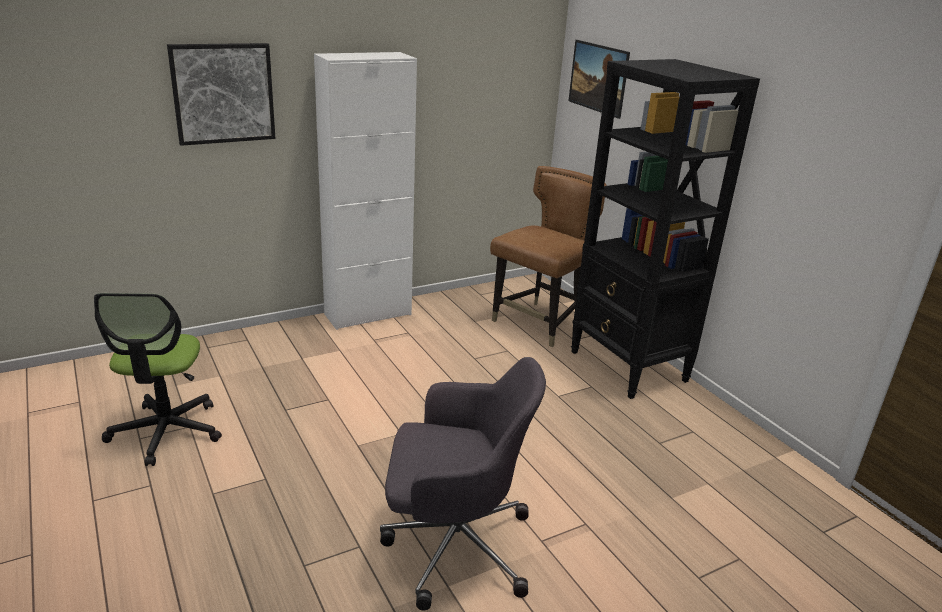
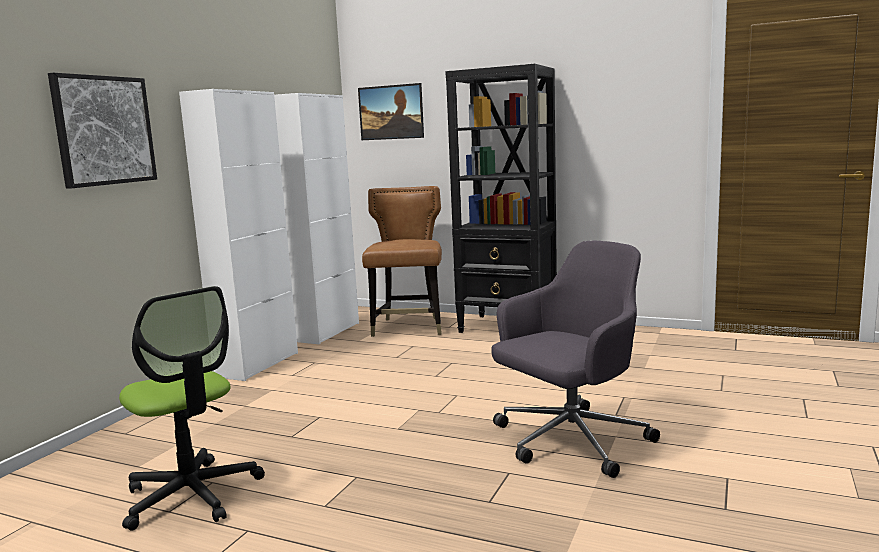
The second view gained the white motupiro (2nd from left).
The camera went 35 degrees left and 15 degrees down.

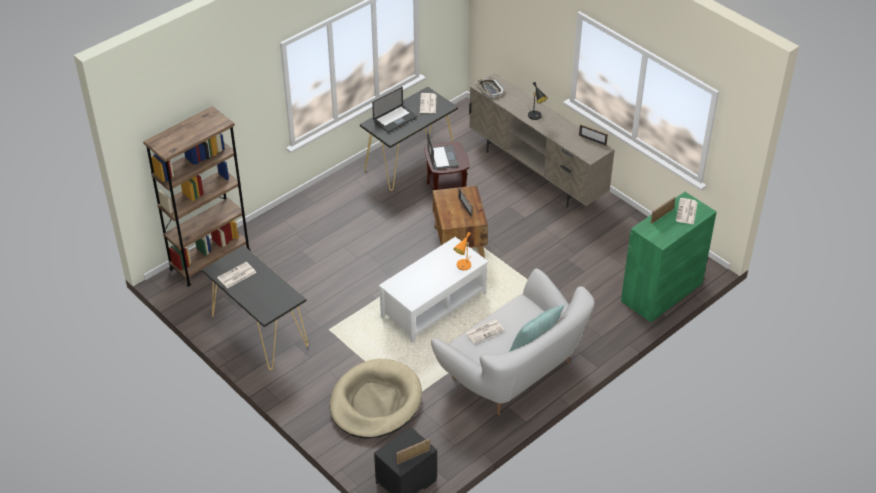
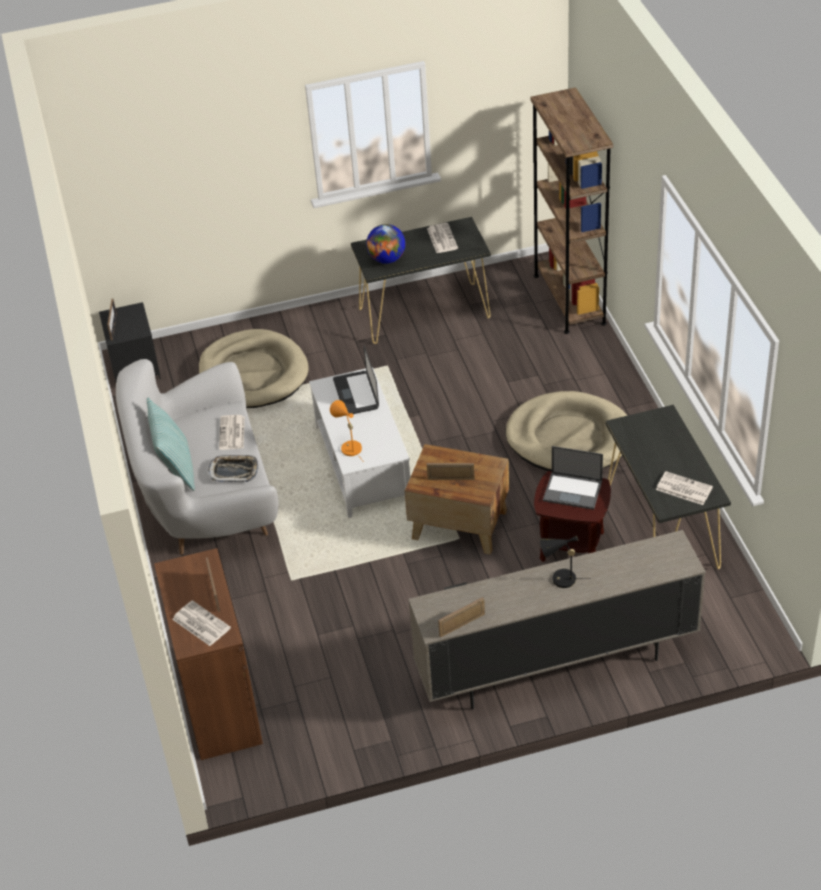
The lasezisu (1st from left) ended up elsewhere.
The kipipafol ended up elsewhere.
What was the green motupiro turned into the brown motupiro.
The second view gained the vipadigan.
The second view gained the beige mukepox (2nd from left).
The camera went 120 degrees right and 0 degrees up.

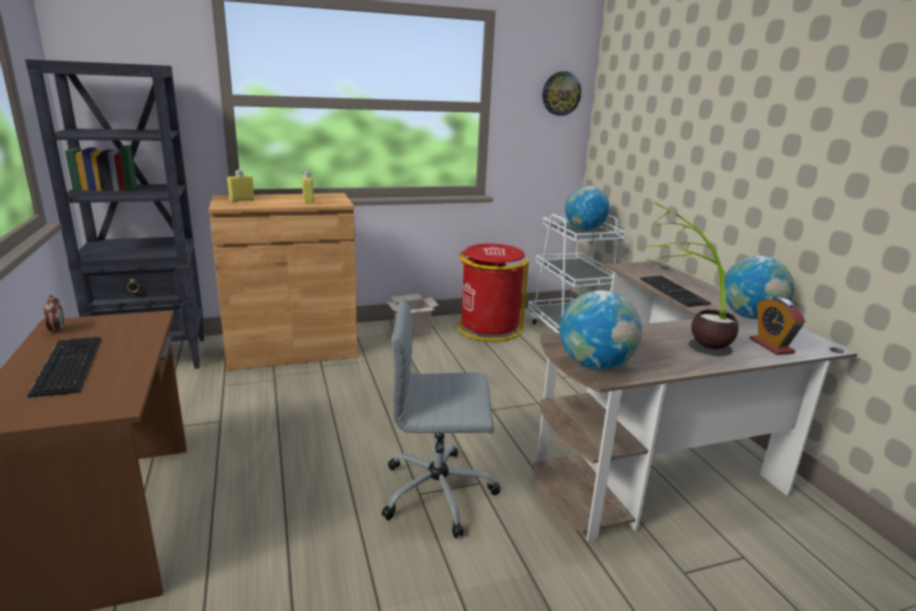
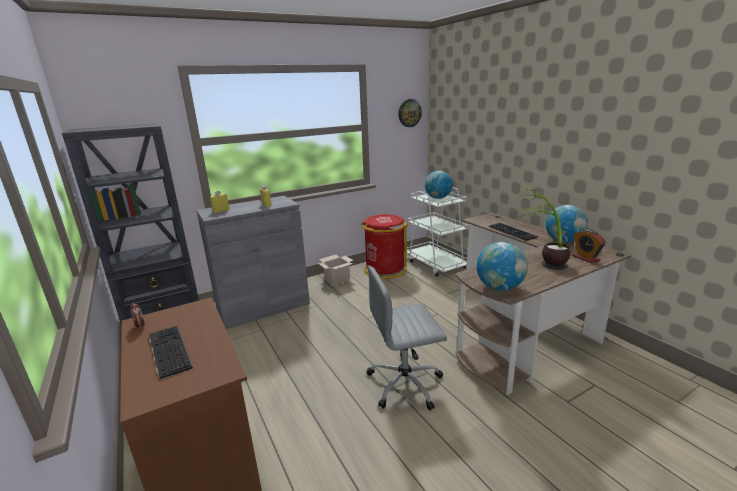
What was the brown motupiro turned into the grey motupiro.
The camera went 10 degrees left and 0 degrees up.

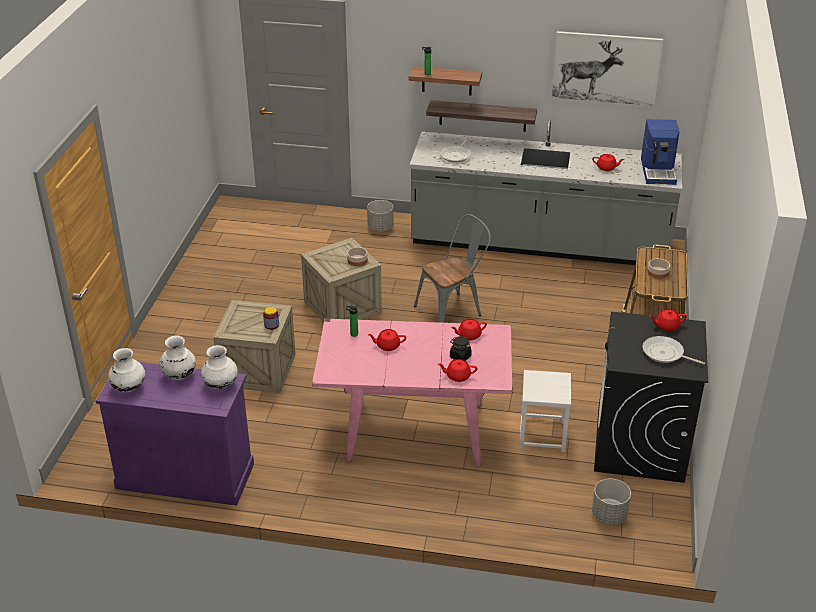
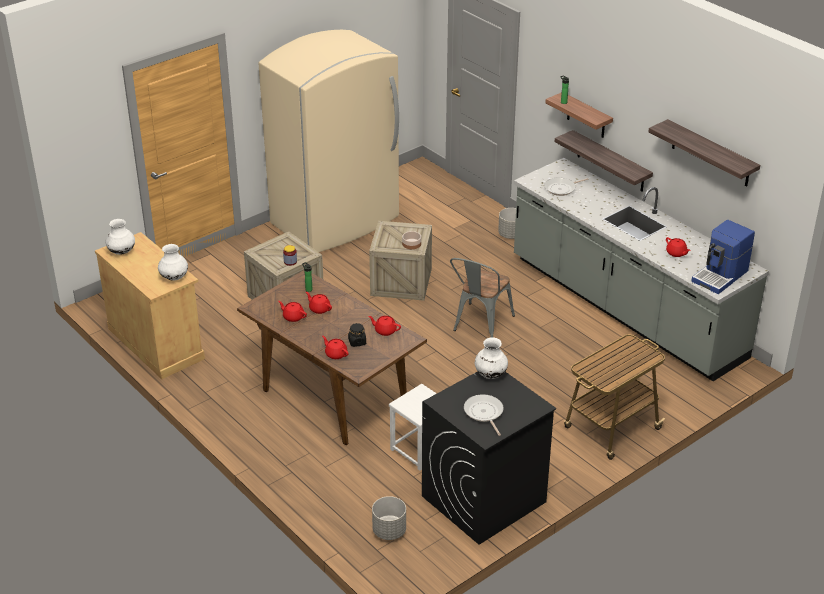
What was the purple motupiro turned into the beige motupiro.
The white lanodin (2nd from left in the first image) ended up elsewhere.
What was the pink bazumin turned into the brown bazumin.
The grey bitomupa ended up facing another way, 105 degrees clockwise from before.
Where the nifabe hung, the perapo (3rd from left) came to hang.
The second view lost the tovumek (2nd from left).
The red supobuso (5th from left in the first image) ended up elsewhere.
The second view gained the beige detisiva.
The camera went 40 degrees right and 0 degrees up.

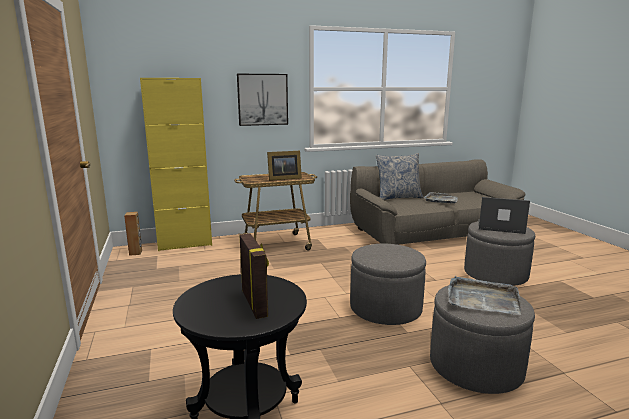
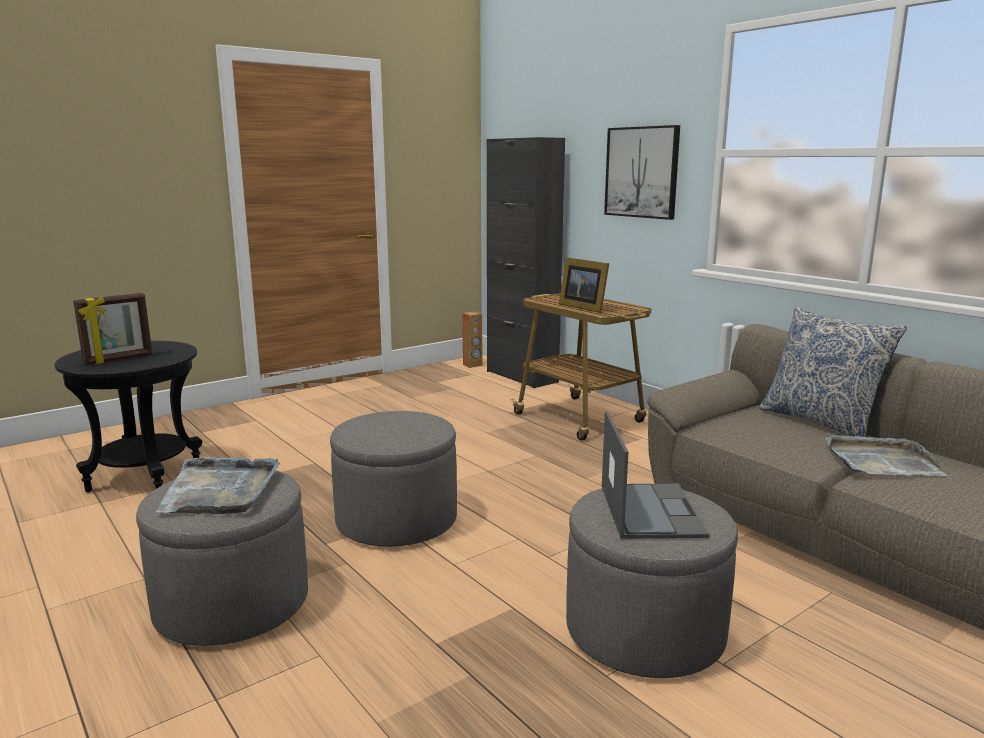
What was the yellow motupiro turned into the black motupiro.
The camera went 70 degrees right and 0 degrees up.

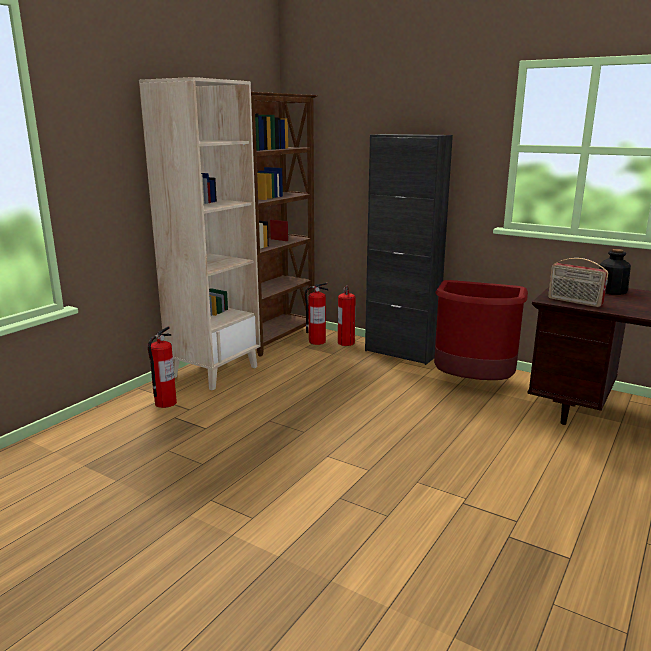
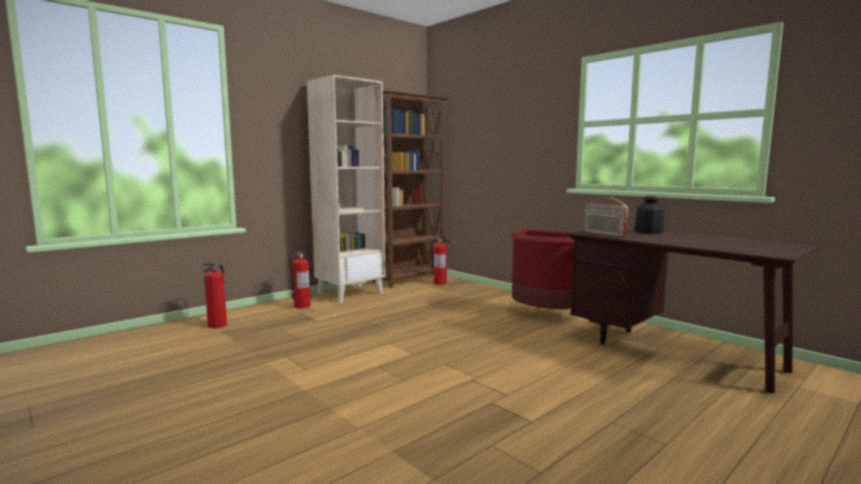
The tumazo (3rd from left in the first image) ended up elsewhere.
The second view lost the black motupiro.
The camera went 15 degrees right and 10 degrees down.

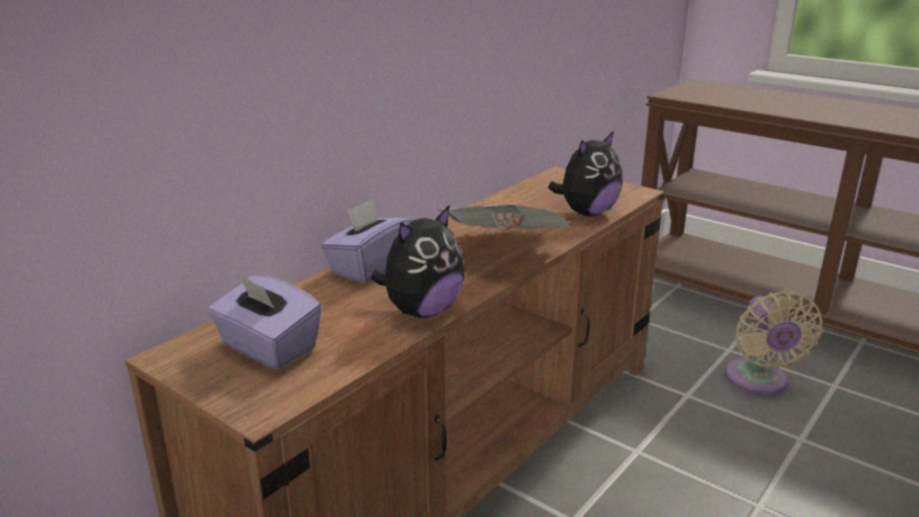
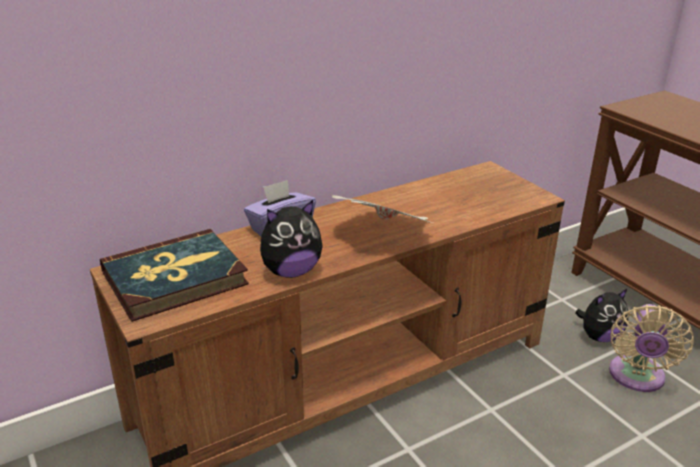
Where the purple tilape (1st from left) stood, the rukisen came to stand.
The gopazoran (2nd from left) ended up elsewhere.
The camera went 20 degrees right and 5 degrees up.

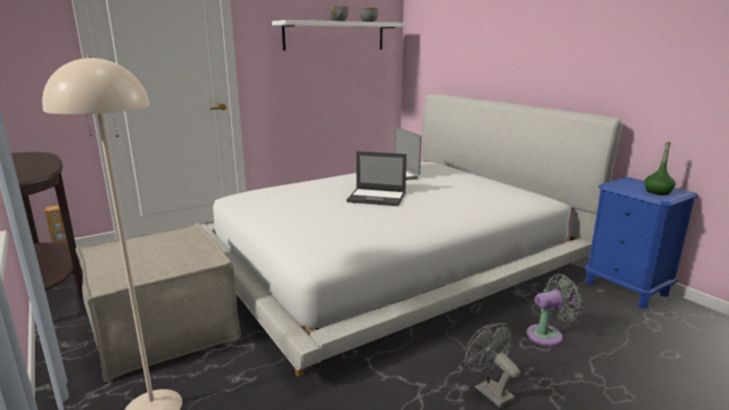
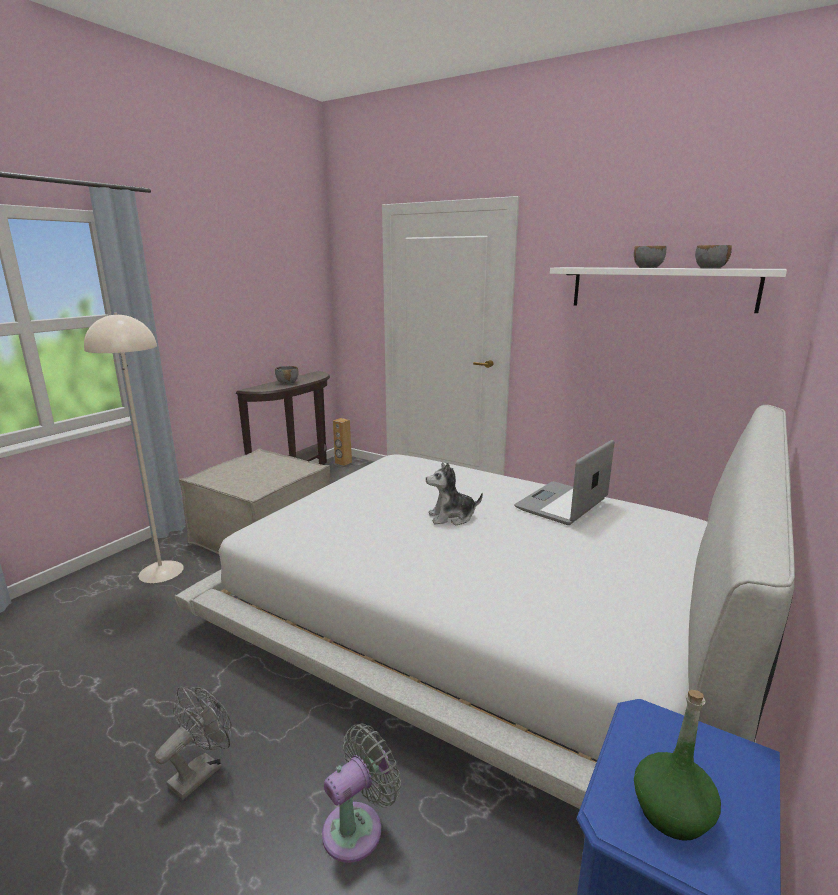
Where the lasezisu (1st from left) stood, the gopazoran came to stand.
The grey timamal (2nd from left) ended up facing another way, 90 degrees counterclockwise from before.
The second view gained the grey tovumek (1st from left).
The camera went 65 degrees right and 0 degrees up.

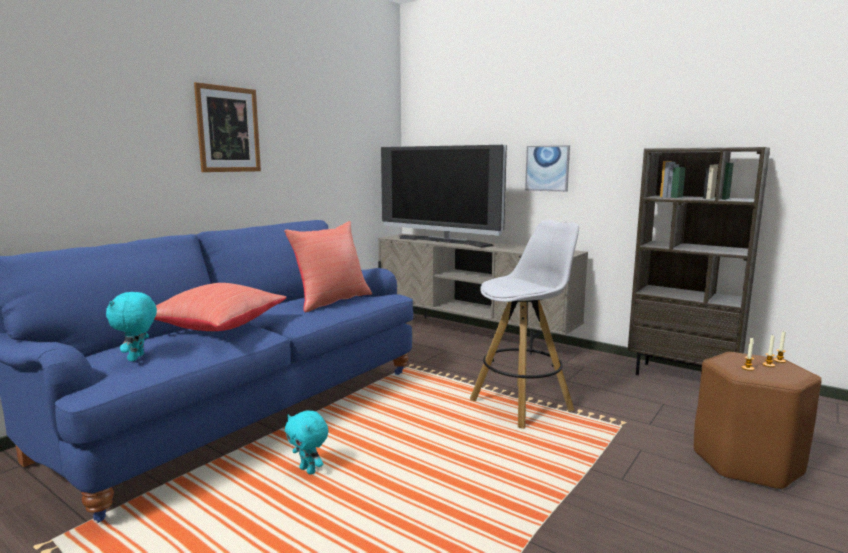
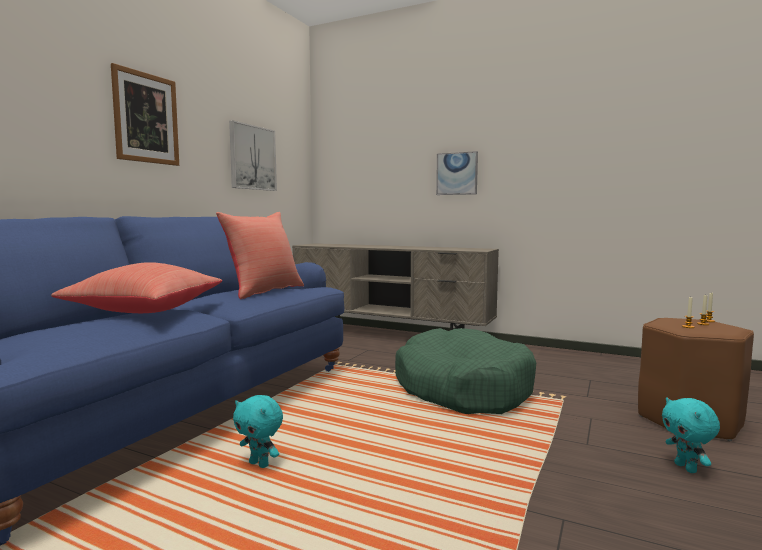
The turquoise gopazoran (1st from left in the first image) ended up elsewhere.
The second view lost the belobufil.
Where the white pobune stood, the green mukepox came to stand.
The second view lost the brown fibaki.
The second view gained the nifabe (2nd from left).
The camera went 10 degrees left and 5 degrees down.

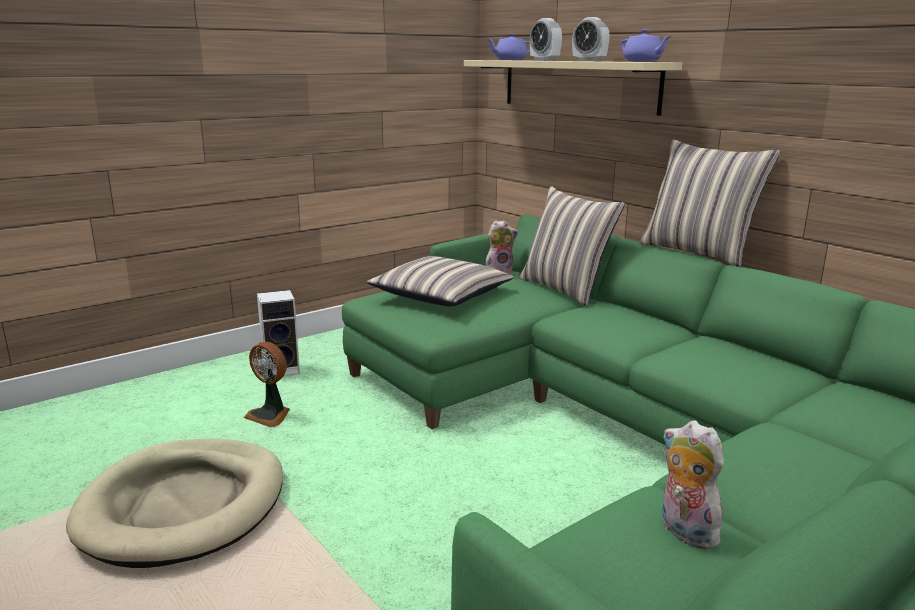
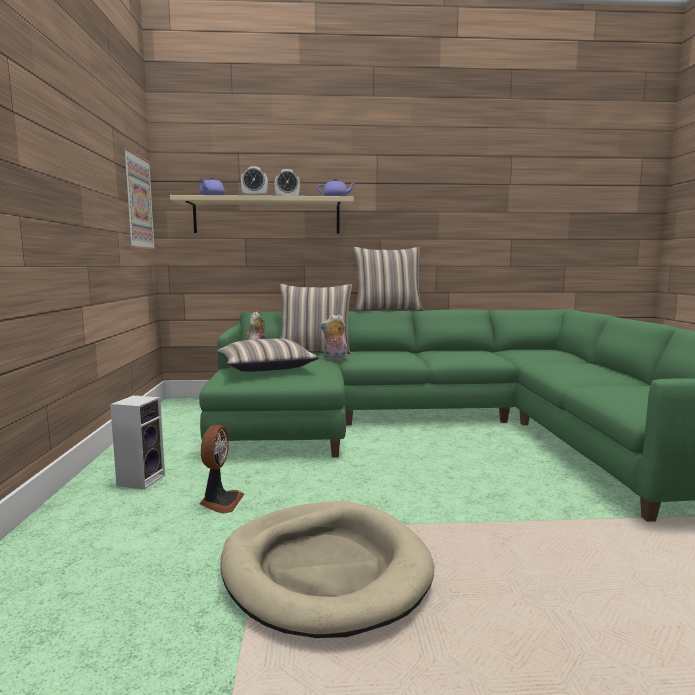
The timamal ended up facing another way, 60 degrees counterclockwise from before.
The gopazoran (2nd from left) ended up elsewhere.
The second view gained the nifabe.
The camera went 55 degrees left and 10 degrees down.

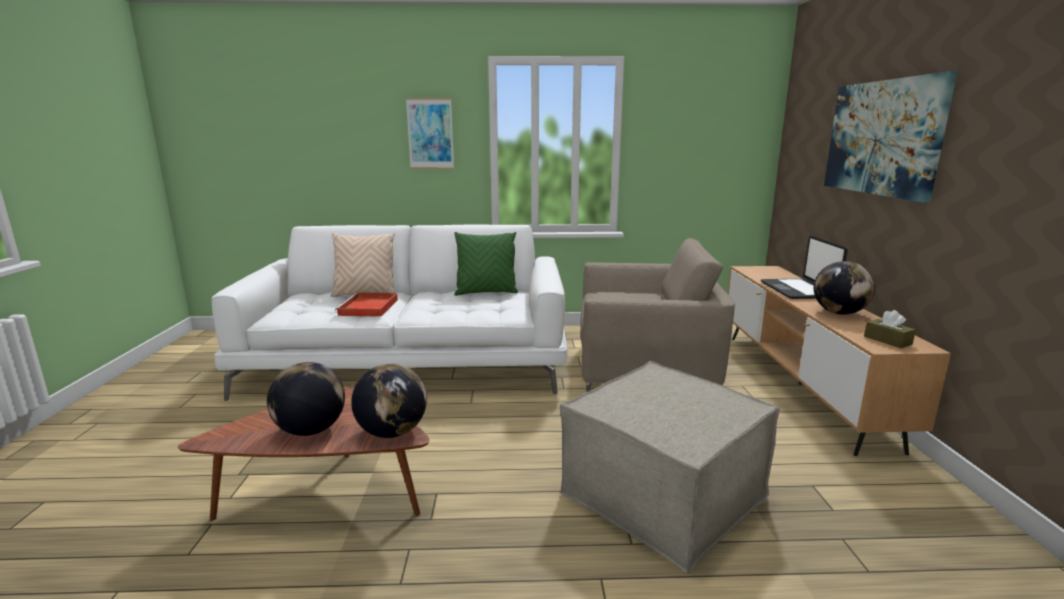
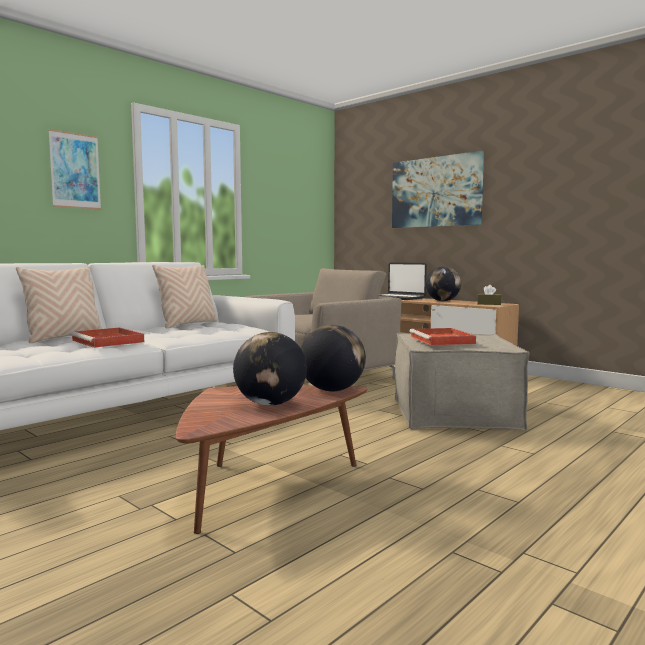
What was the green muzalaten turned into the beige muzalaten (2nd from left).
The second view gained the red kipipafol (2nd from left).
The camera went 45 degrees left and 10 degrees down.

